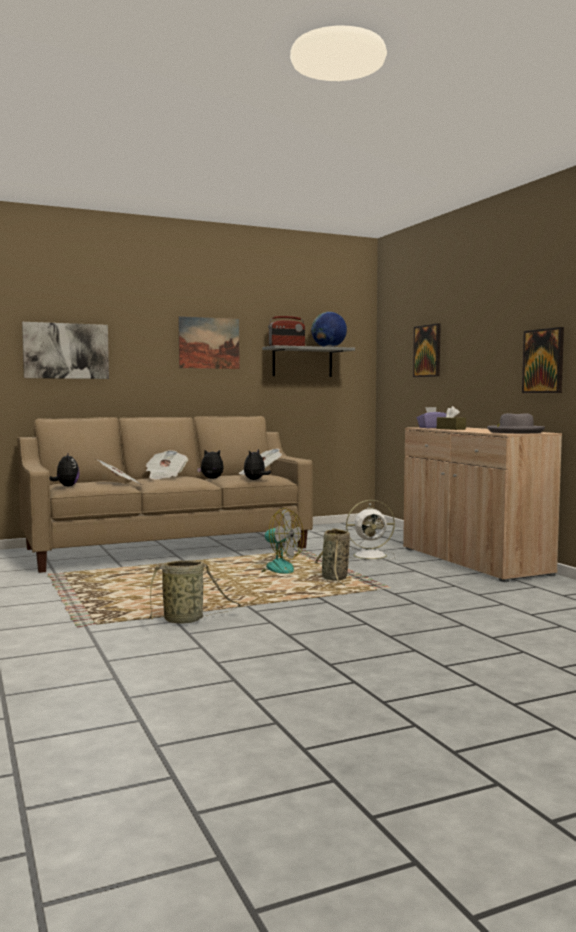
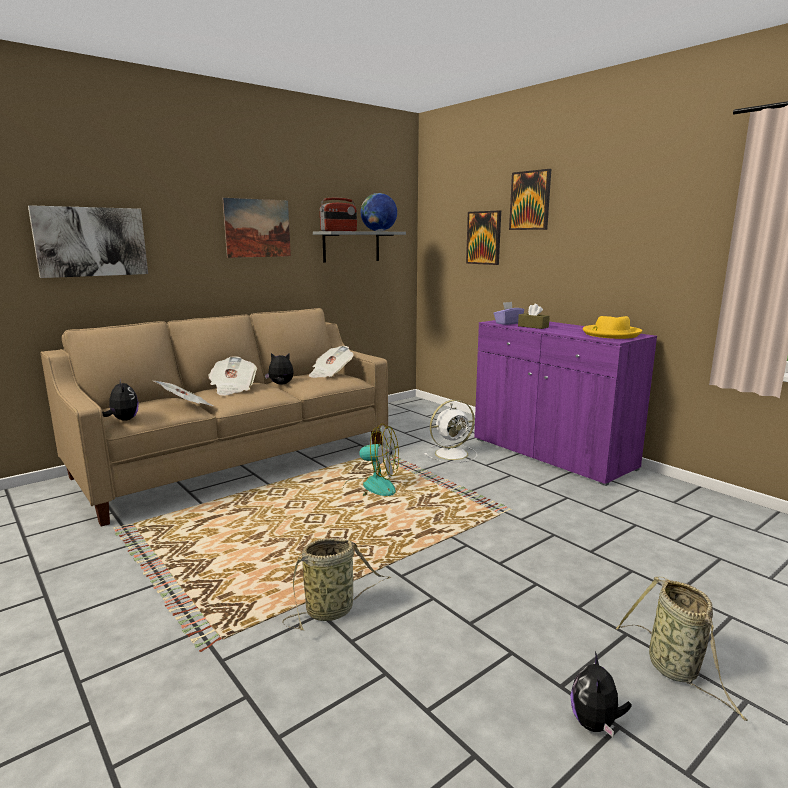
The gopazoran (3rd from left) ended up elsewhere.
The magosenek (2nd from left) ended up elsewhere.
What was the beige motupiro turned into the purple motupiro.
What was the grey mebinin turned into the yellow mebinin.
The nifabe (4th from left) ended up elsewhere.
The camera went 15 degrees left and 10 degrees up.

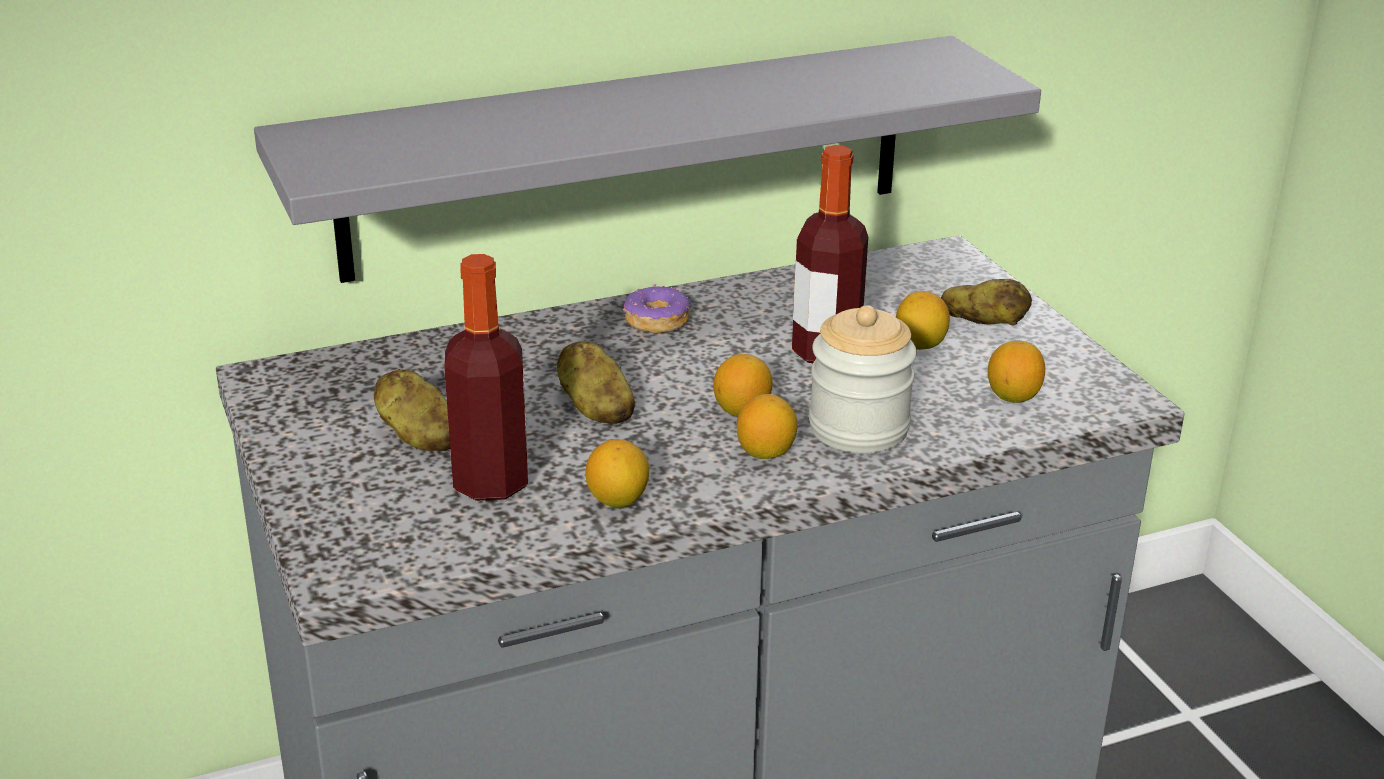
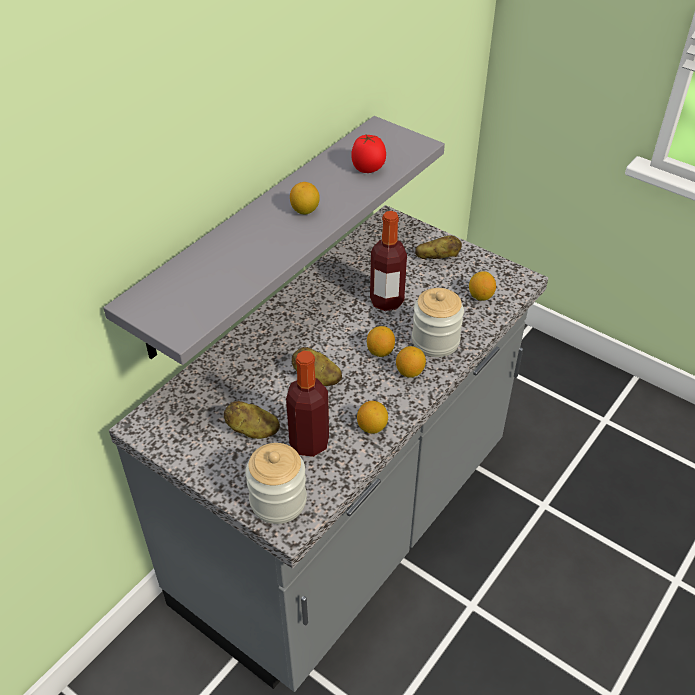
The second view lost the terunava.
The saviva (4th from left in the first image) ended up elsewhere.
The second view gained the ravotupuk (1st from left).
The second view gained the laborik.
The camera went 30 degrees left and 15 degrees up.

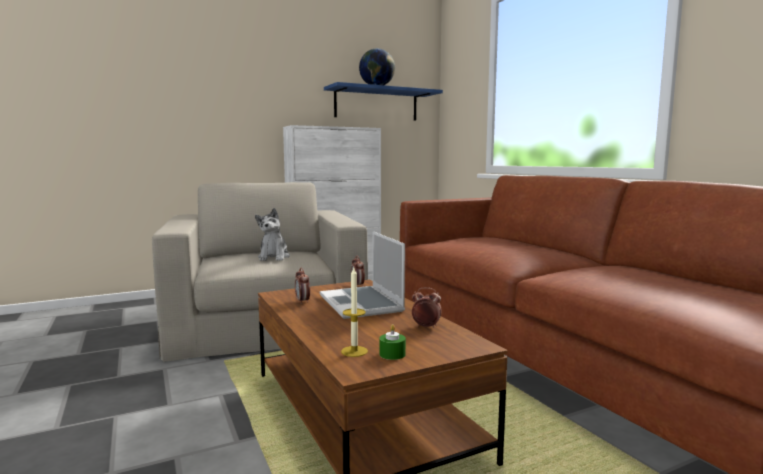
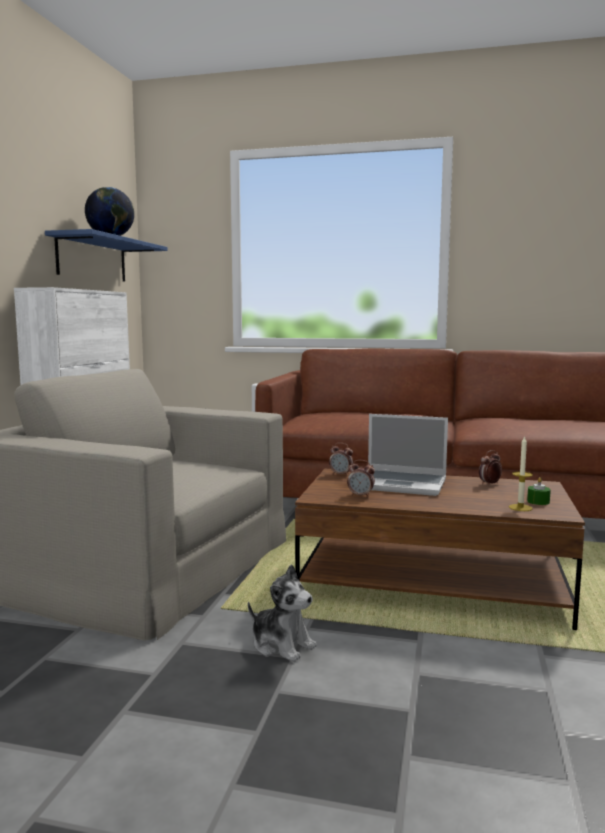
The gopazoran ended up elsewhere.
The camera went 50 degrees left and 0 degrees up.

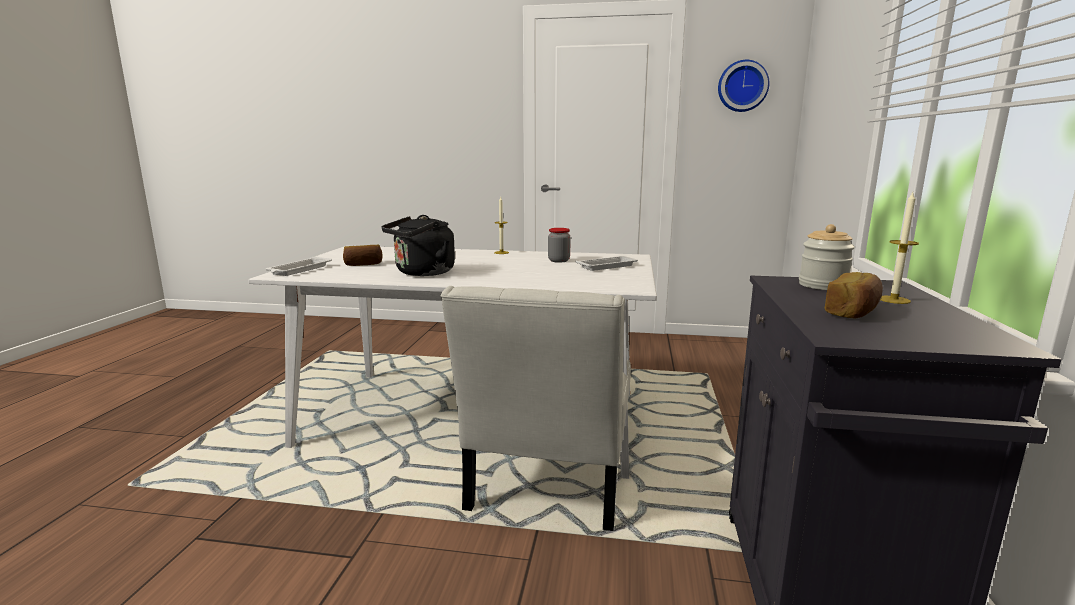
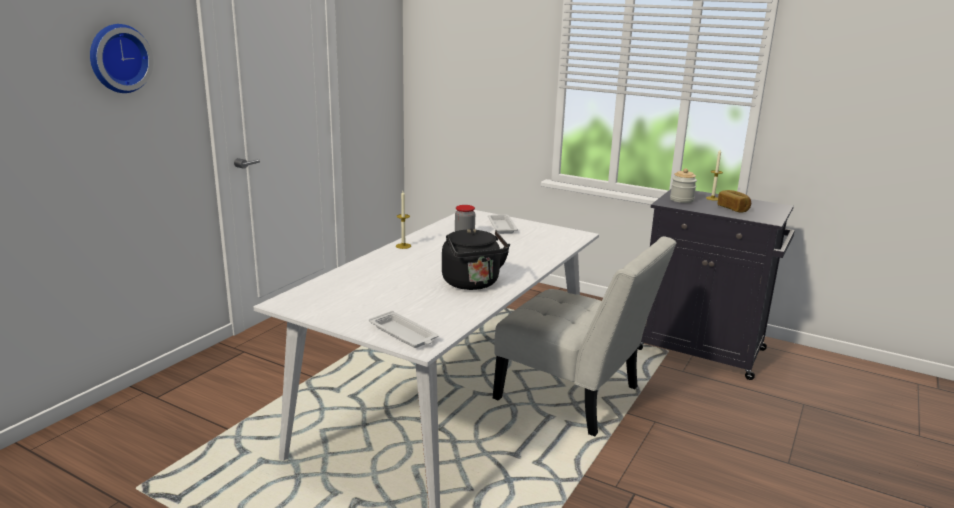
The second view lost the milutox (1st from left).
The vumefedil ended up elsewhere.
The camera went 70 degrees left and 5 degrees up.

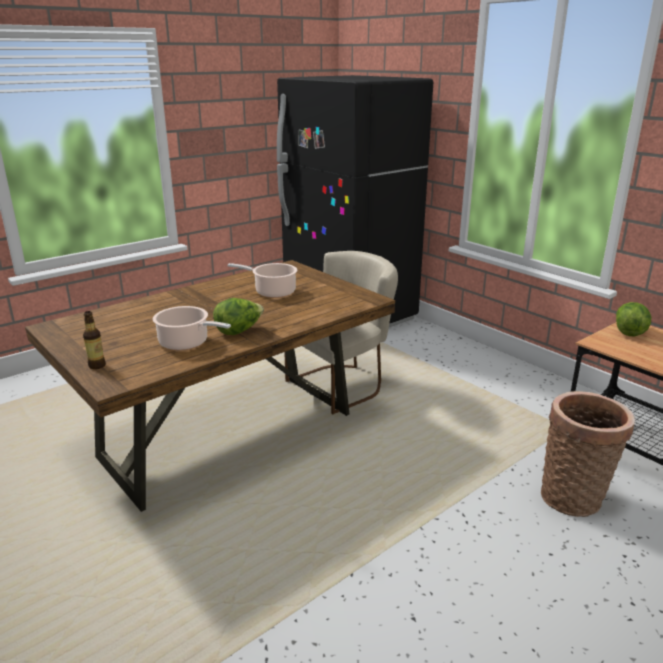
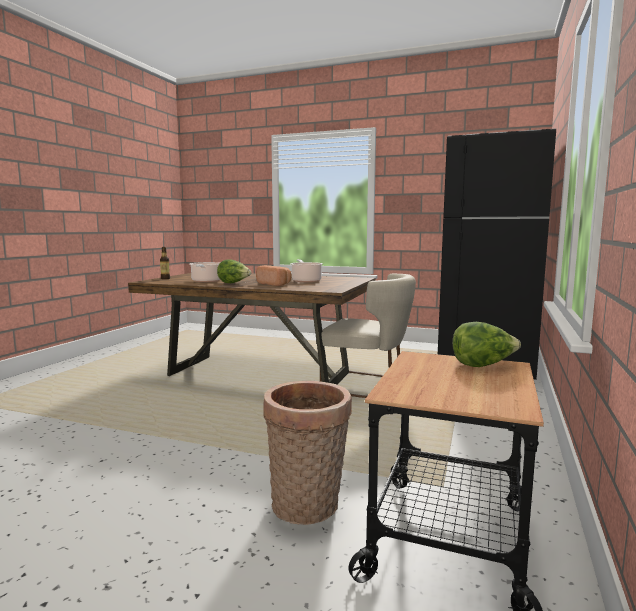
The second view gained the milutox.
The camera went 60 degrees right and 15 degrees down.

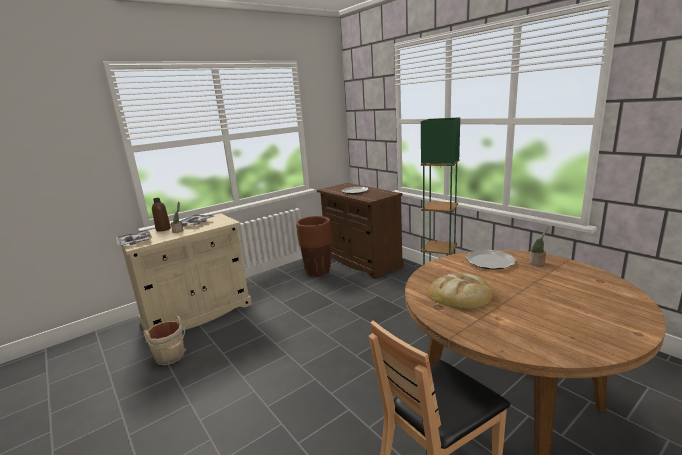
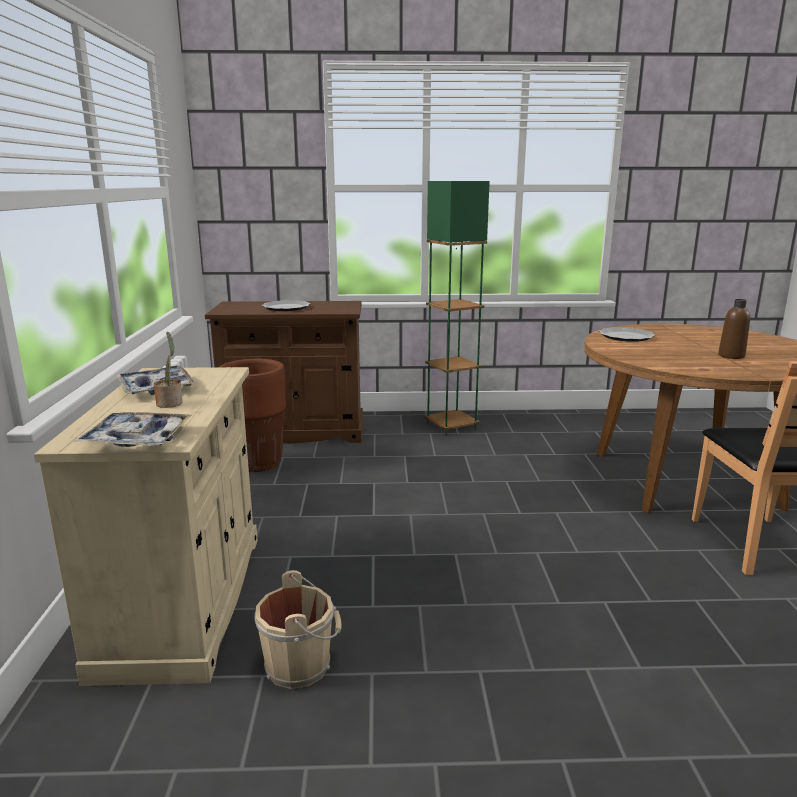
The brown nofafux ended up elsewhere.
The second view lost the milutox.
The second view lost the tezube (2nd from left).
The camera went 55 degrees left and 0 degrees up.

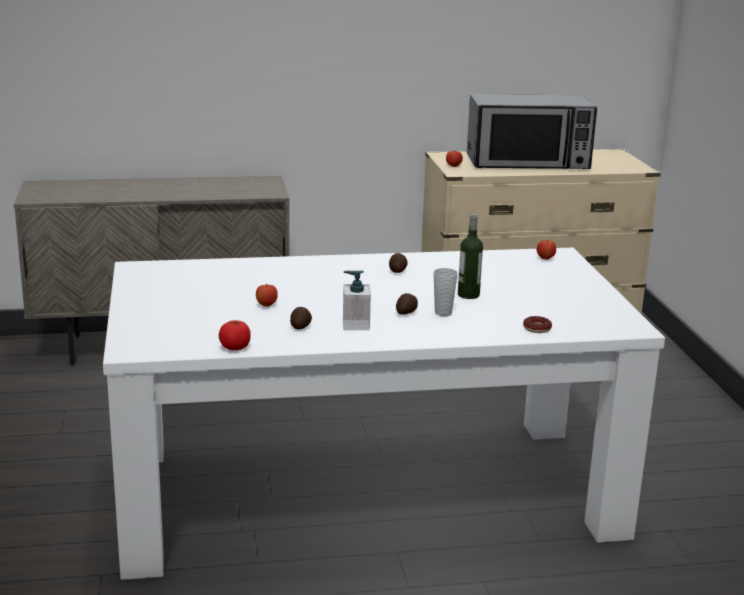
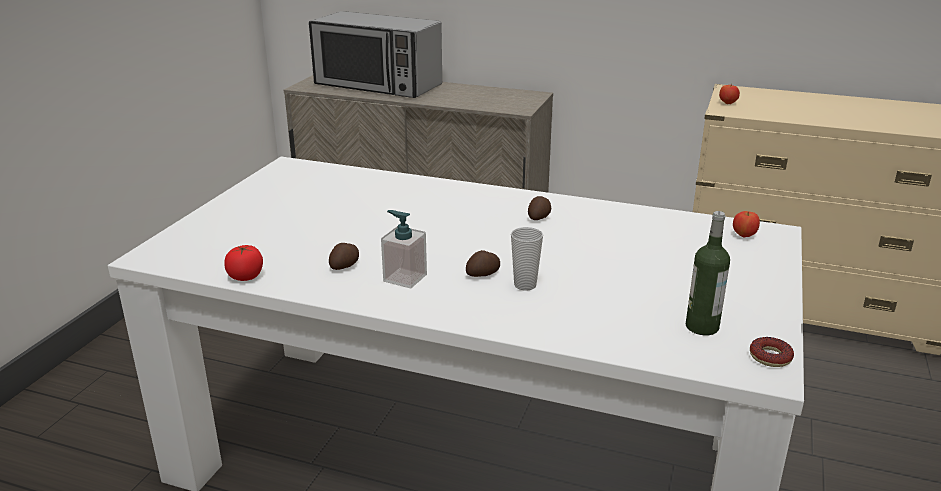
The second view lost the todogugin (1st from left).
The nofafux ended up elsewhere.
The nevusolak ended up elsewhere.
The terunava ended up elsewhere.
The camera went 30 degrees right and 5 degrees up.

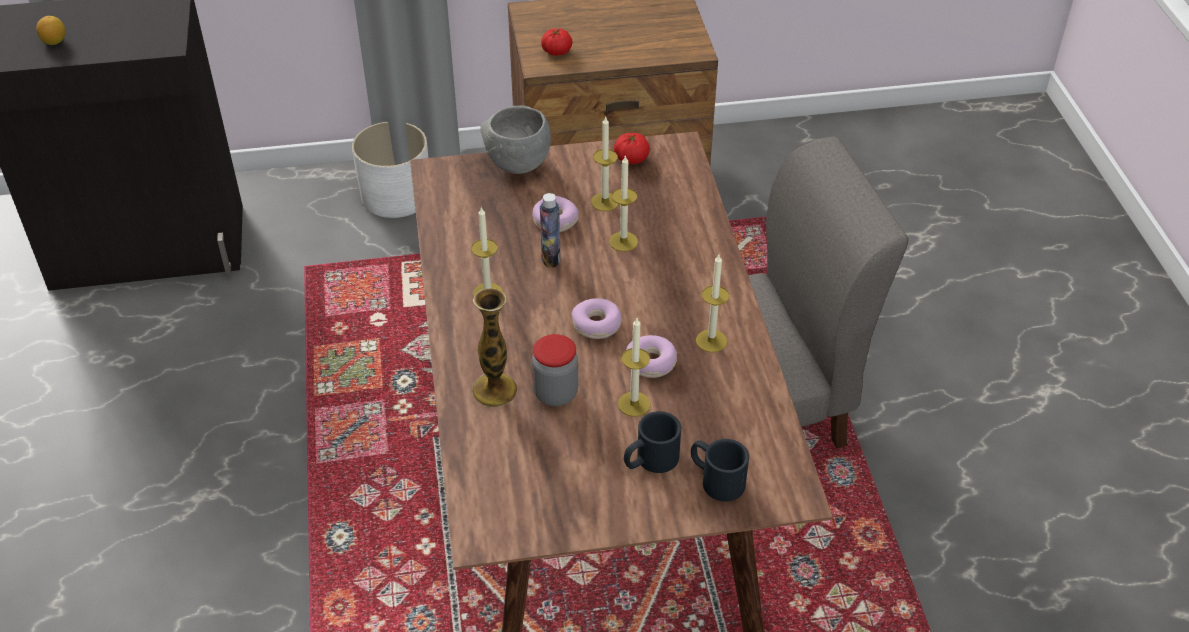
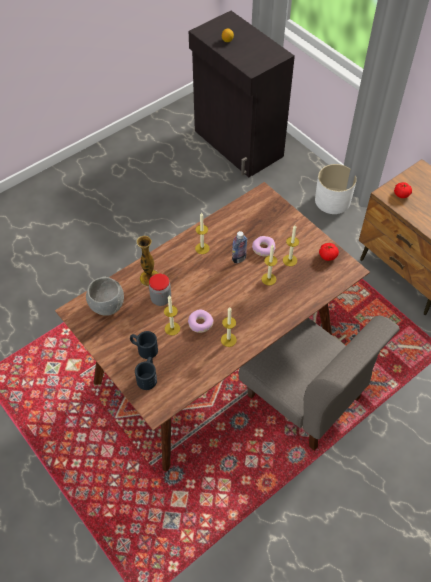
The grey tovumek ended up elsewhere.
The second view lost the terunava (2nd from left).
The camera went 60 degrees right and 10 degrees up.

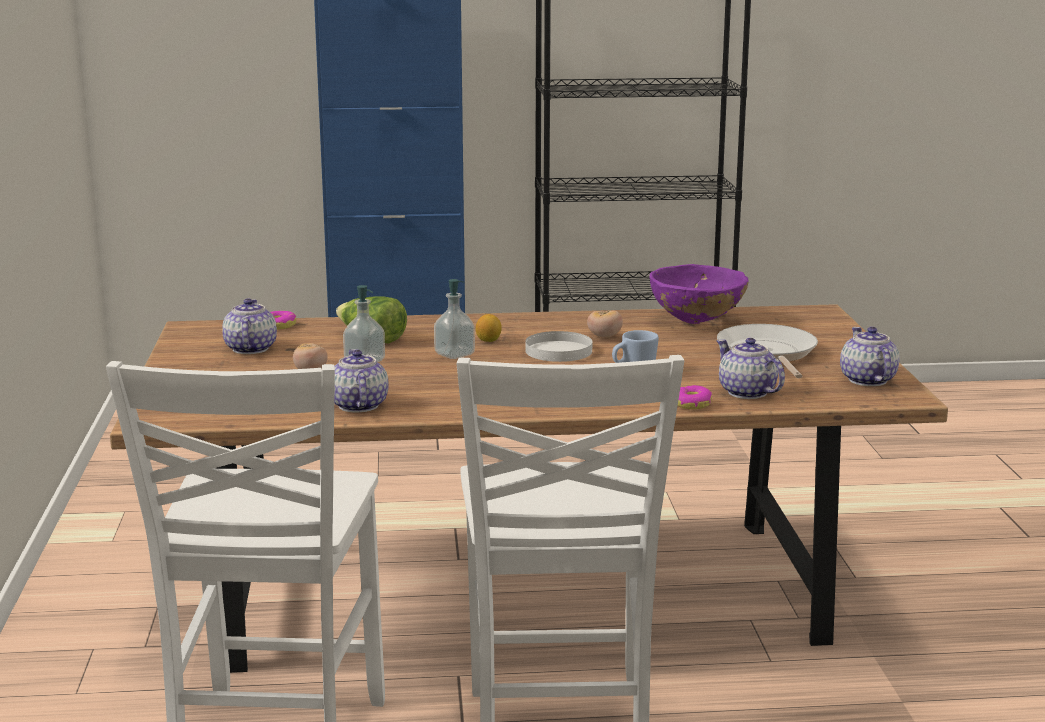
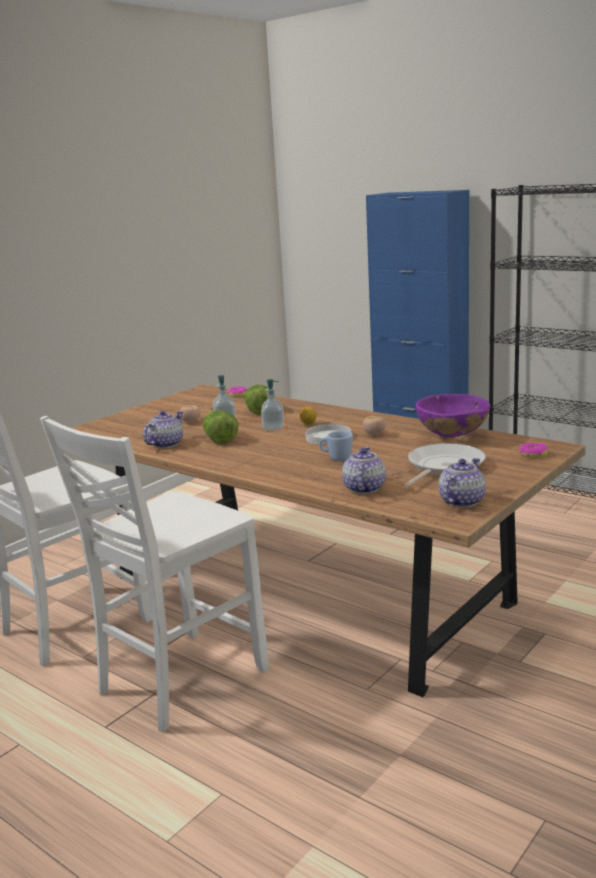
The second view lost the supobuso (1st from left).
The terunava (2nd from left) ended up elsewhere.
The second view gained the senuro (1st from left).
The camera went 45 degrees right and 0 degrees up.

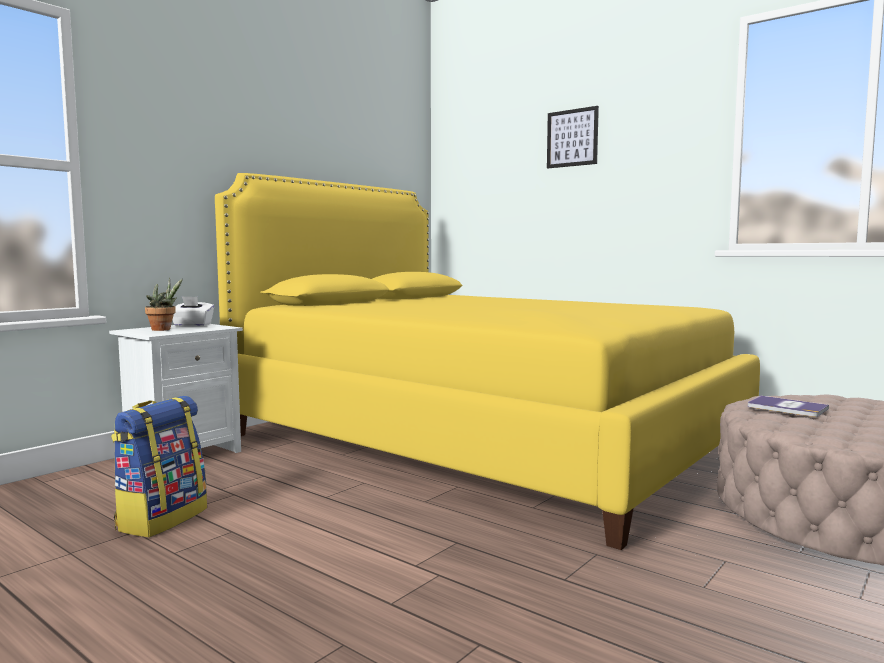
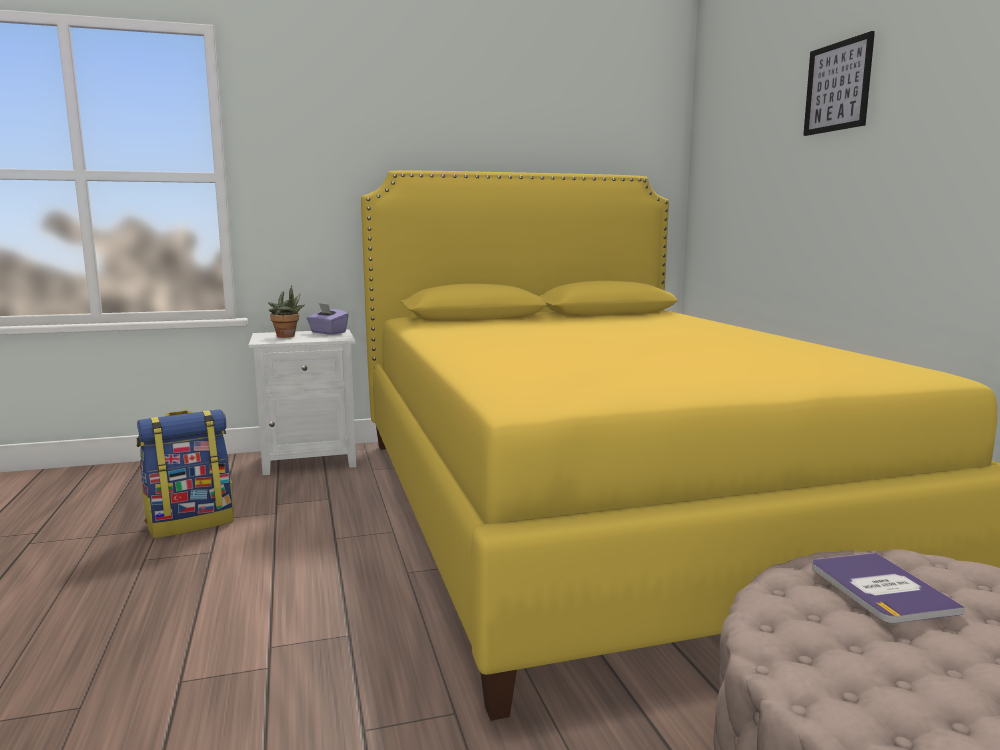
What was the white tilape turned into the purple tilape.
The camera went 35 degrees right and 5 degrees up.

